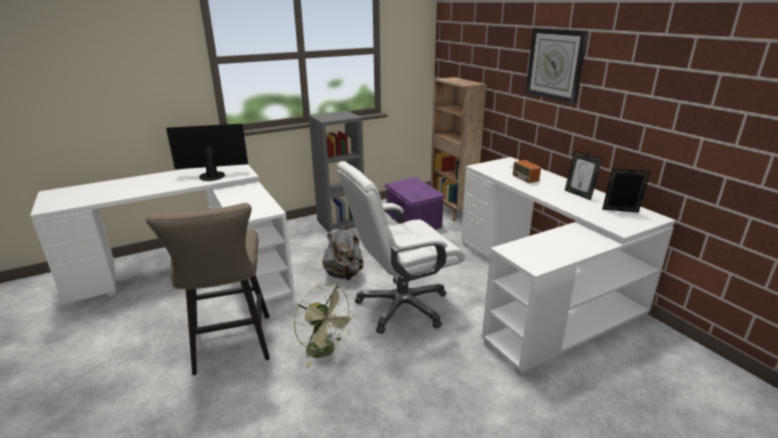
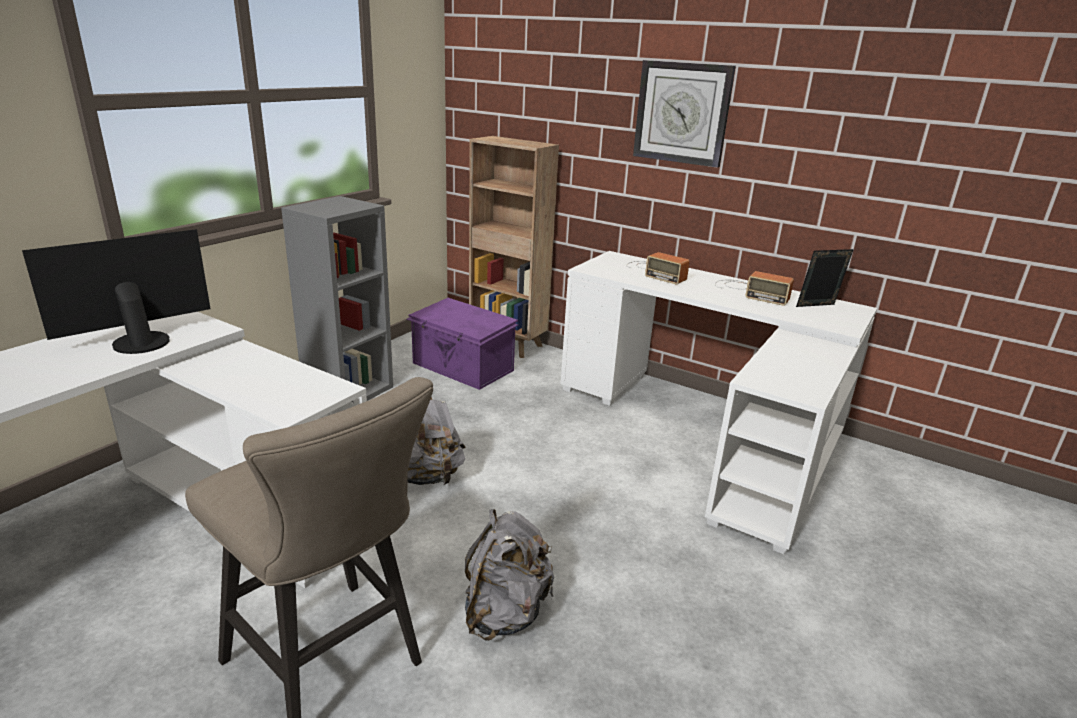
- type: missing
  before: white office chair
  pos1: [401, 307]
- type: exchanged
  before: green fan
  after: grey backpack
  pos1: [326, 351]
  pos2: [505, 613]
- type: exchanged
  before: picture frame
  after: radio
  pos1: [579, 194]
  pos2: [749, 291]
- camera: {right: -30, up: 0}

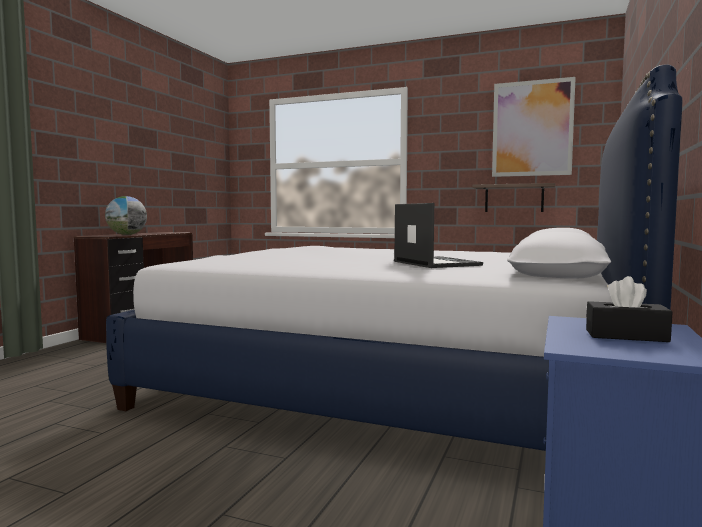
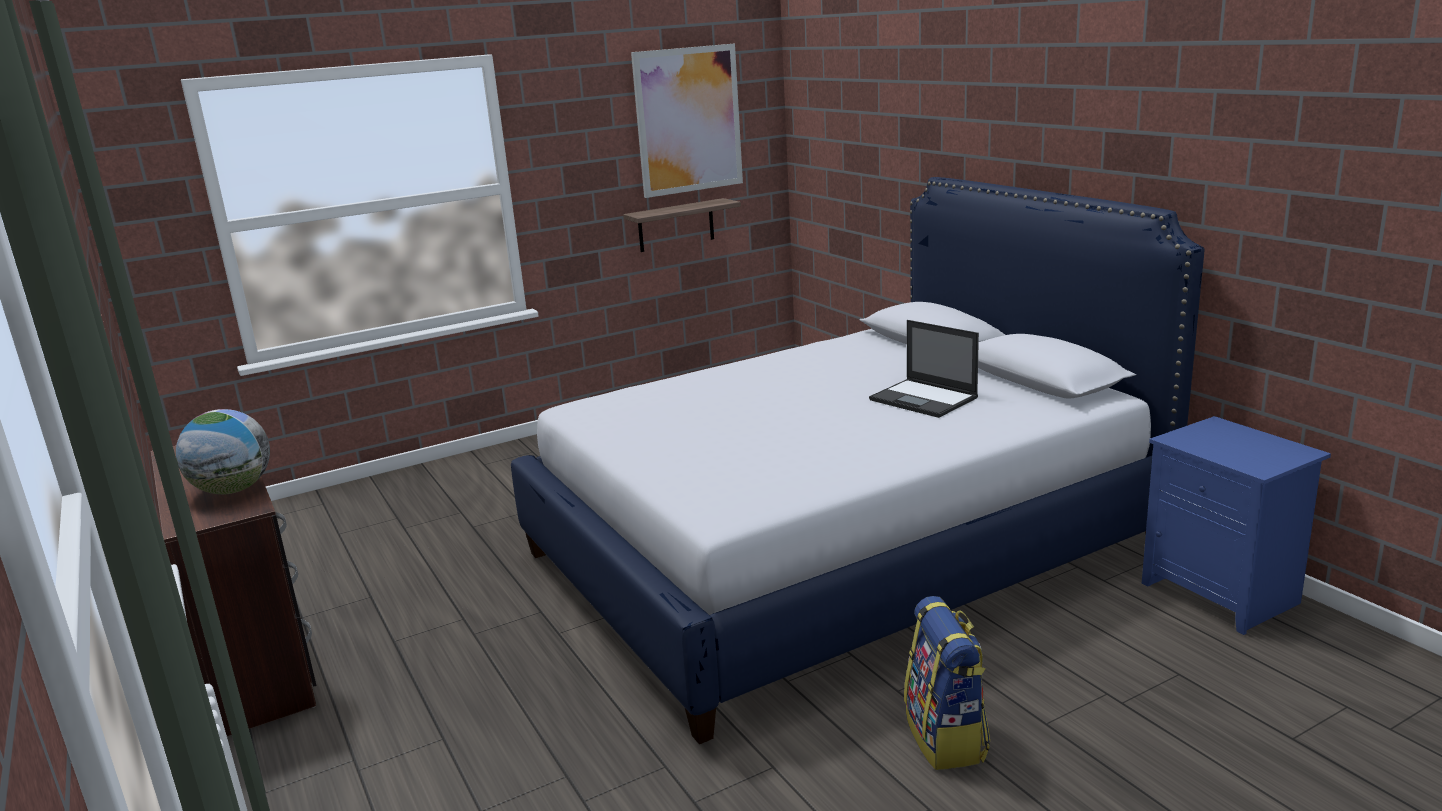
- type: missing
  before: black tissue box
  pos1: [626, 335]
- type: appeared
  after: backpack
  pos2: [947, 738]
- type: spun
  before: laptop
  pos1: [435, 263]
  pos2: [924, 399]
  turn: -150
- camera: {right: -50, up: 15}

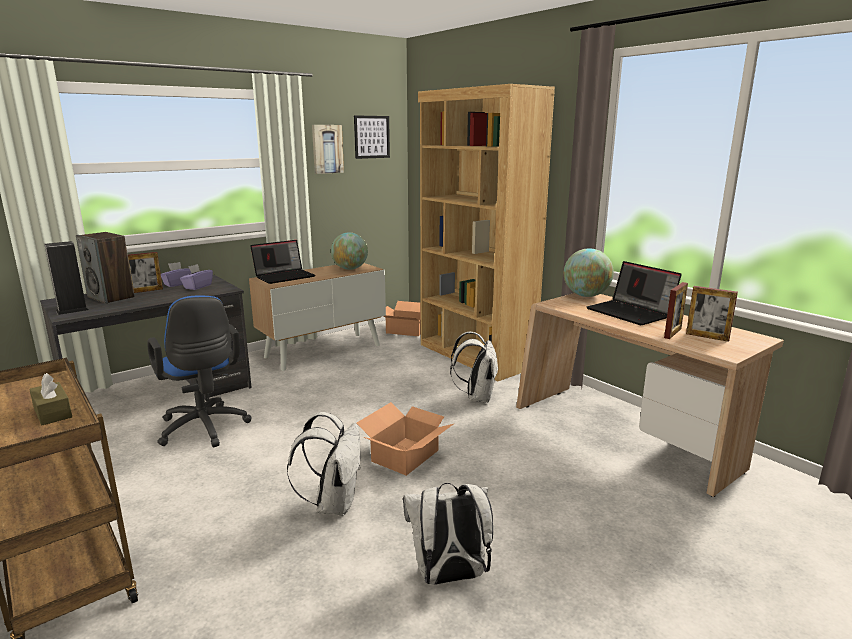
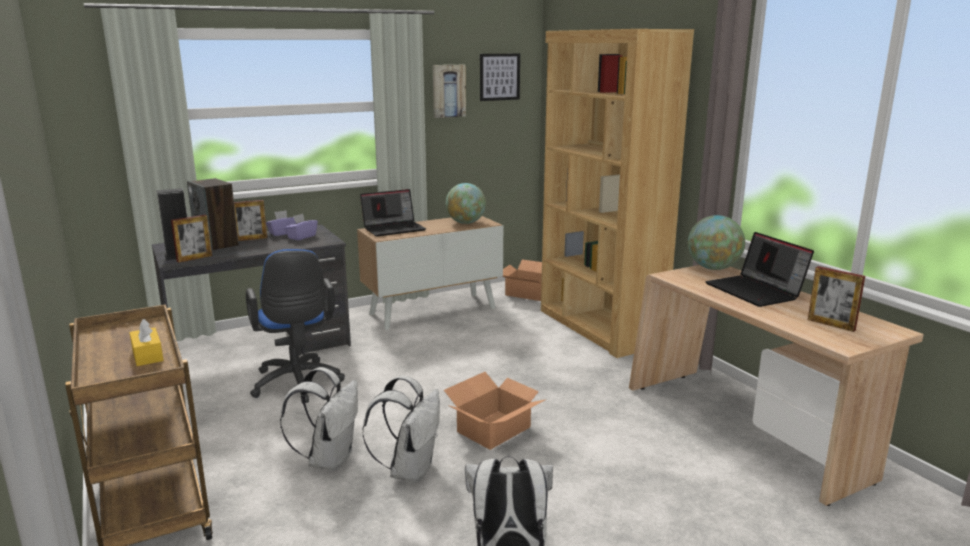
- type: relocated
  before: white backpack
  pos1: [476, 397]
  pos2: [329, 459]
- type: relocated
  before: picture frame
  pos1: [672, 333]
  pos2: [194, 258]
- type: colour
  before: brown tissue box
  after: yellow tissue box
  pos1: [52, 412]
  pos2: [147, 355]
- camera: {right: 10, up: 0}

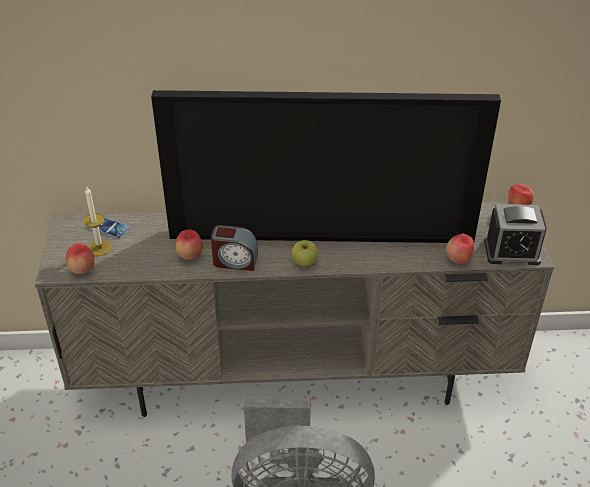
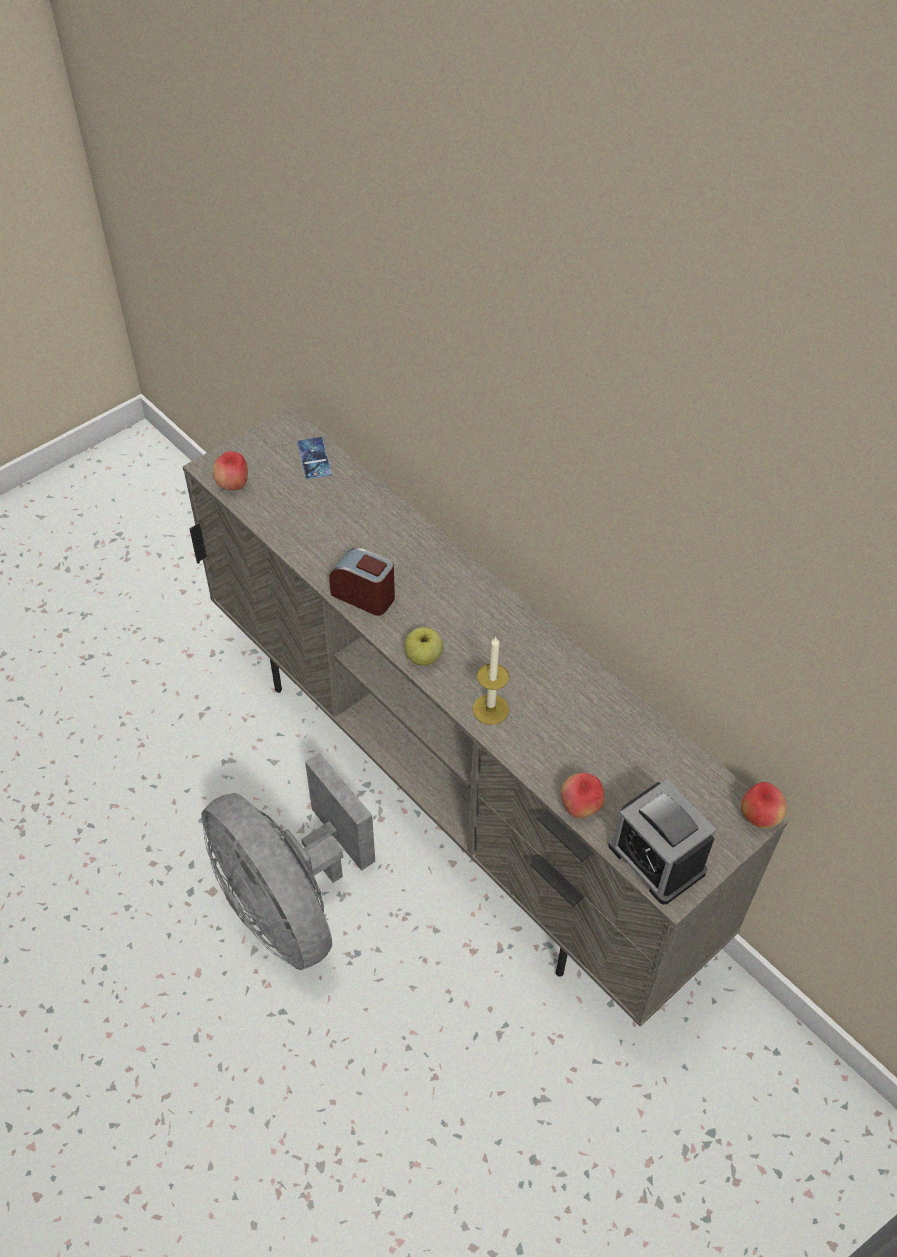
- type: missing
  before: television
  pos1: [322, 228]
- type: missing
  before: apple
  pos1: [190, 256]
- type: relocated
  before: candle
  pos1: [99, 247]
  pos2: [490, 709]
- type: spun
  before: alarm clock
  pos1: [235, 261]
  pos2: [364, 595]
  turn: 150
- camera: {right: 50, up: 10}

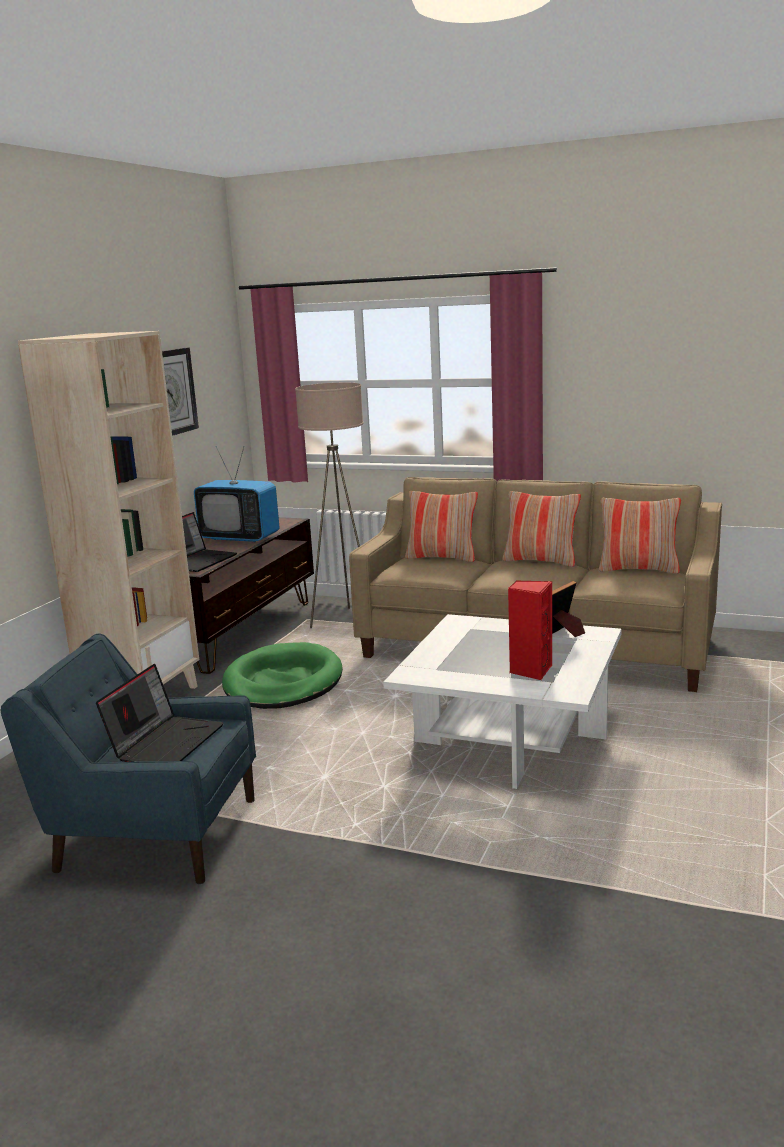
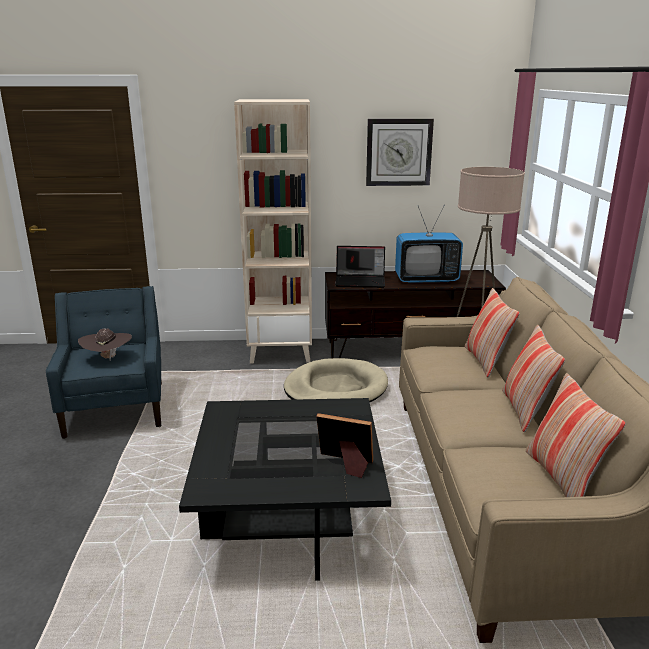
- type: missing
  before: red speaker
  pos1: [530, 670]
- type: exchanged
  before: laptop
  after: brown hat
  pos1: [166, 741]
  pos2: [108, 358]
- type: colour
  before: green dog bed
  after: beige dog bed
  pos1: [283, 682]
  pos2: [335, 388]
- type: colour
  before: white coffee table
  after: black coffee table
  pos1: [510, 740]
  pos2: [289, 518]
- type: spun
  before: television
  pos1: [240, 538]
  pos2: [426, 279]
  turn: -90
- camera: {right: 65, up: 5}

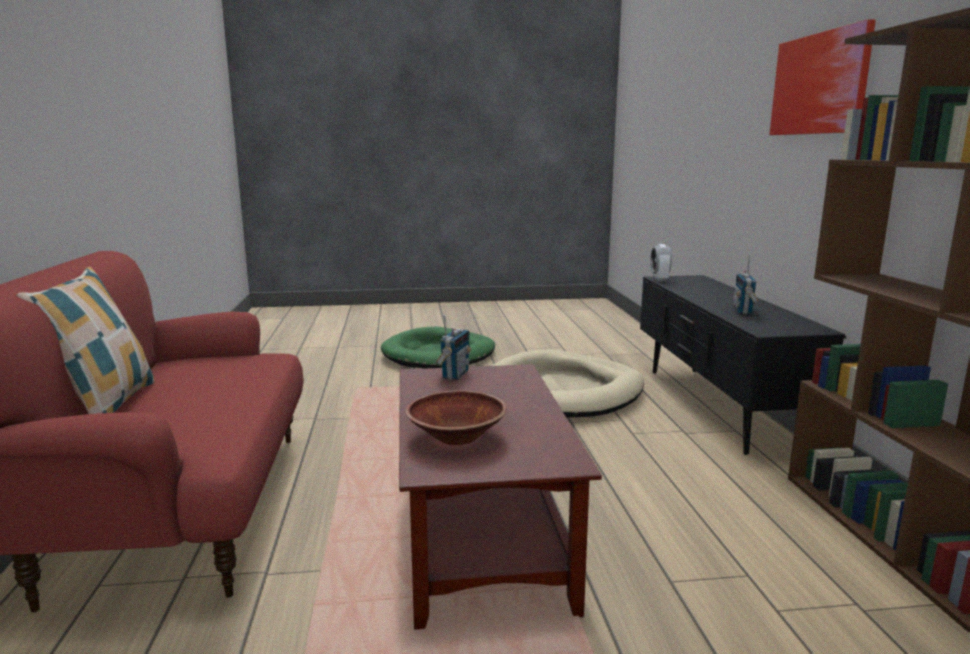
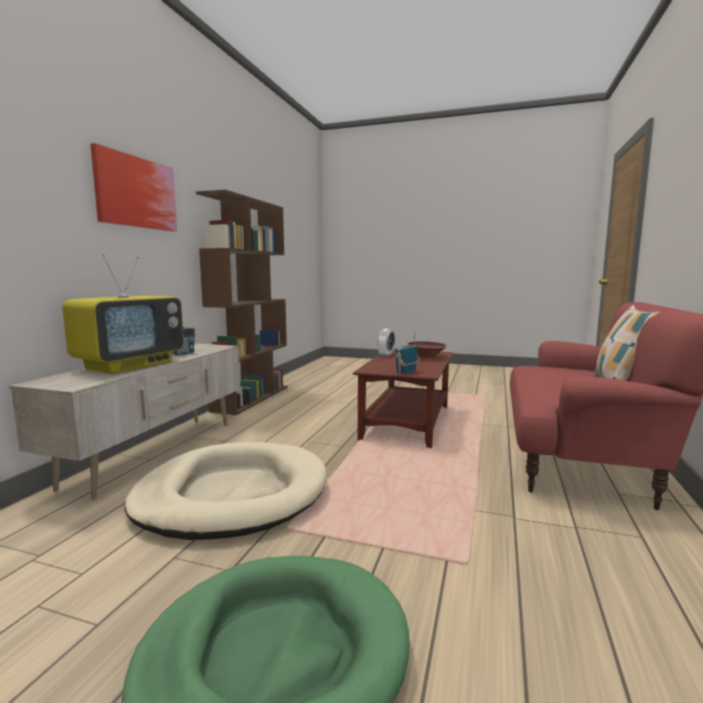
- type: appeared
  after: television
  pos2: [130, 365]
- type: relocated
  before: alarm clock
  pos1: [659, 279]
  pos2: [386, 355]
- type: colour
  before: black tv stand
  after: beige tv stand
  pos1: [714, 406]
  pos2: [156, 452]
- camera: {right: -155, up: -5}

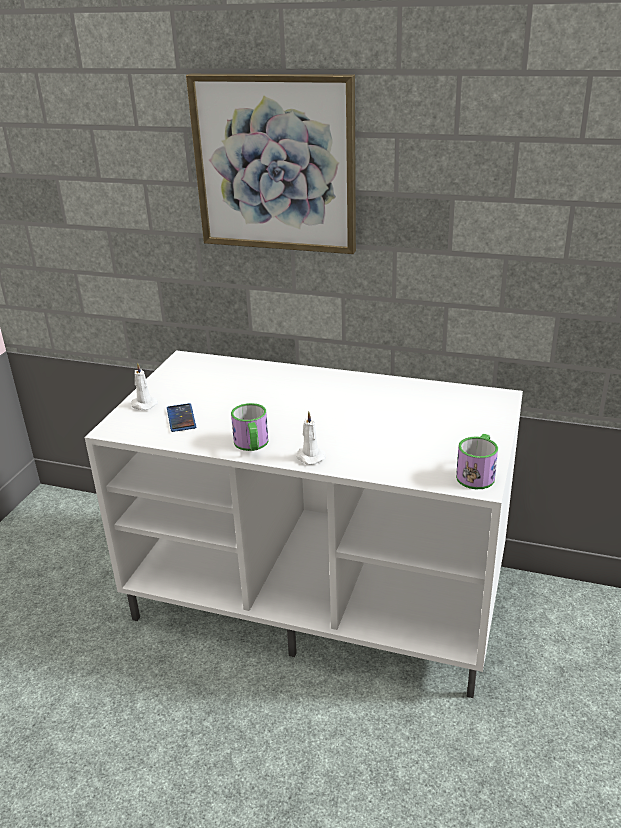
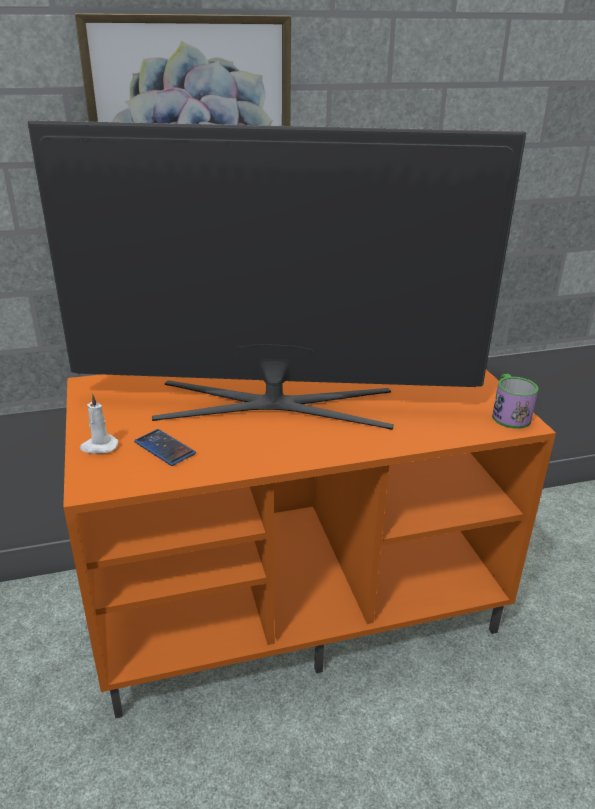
- type: missing
  before: mug
  pos1: [252, 445]
- type: missing
  before: white candle
  pos1: [309, 457]
- type: appeared
  after: television
  pos2: [275, 404]
- type: colour
  before: white tv stand
  after: orange tv stand
  pos1: [321, 596]
  pos2: [296, 599]
- camera: {right: -35, up: 0}

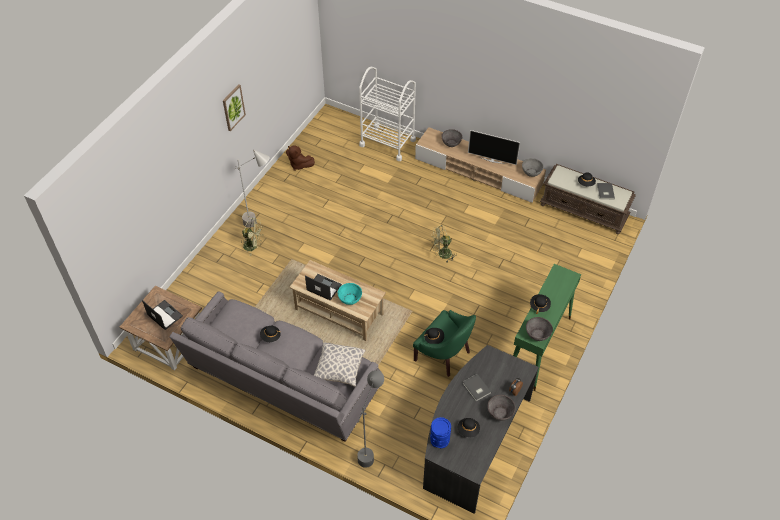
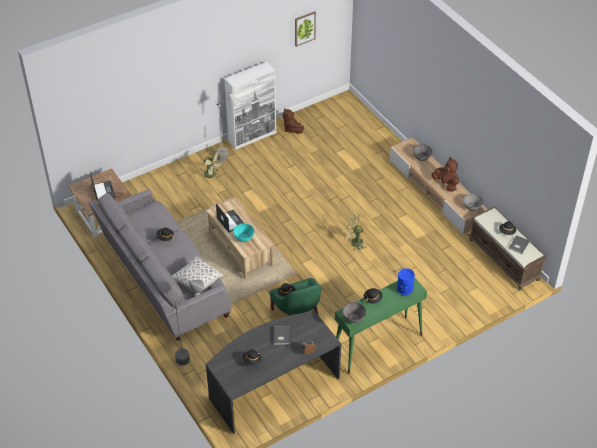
- type: missing
  before: white cart
  pos1: [387, 142]
- type: missing
  before: grey bowl
  pos1: [500, 412]
- type: appeared
  after: white cabinet
  pos2: [252, 137]
- type: relocated
  before: picture
  pos1: [233, 107]
  pos2: [304, 28]
- type: relocated
  before: blue vase
  pos1: [440, 439]
  pos2: [405, 289]
- type: exchanged
  before: television
  after: brown plush toy
  pos1: [492, 160]
  pos2: [446, 184]
- camera: {right: 30, up: -5}

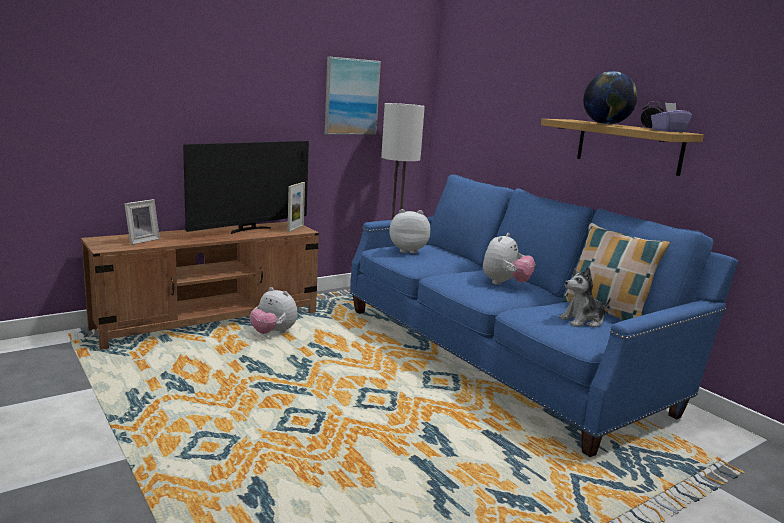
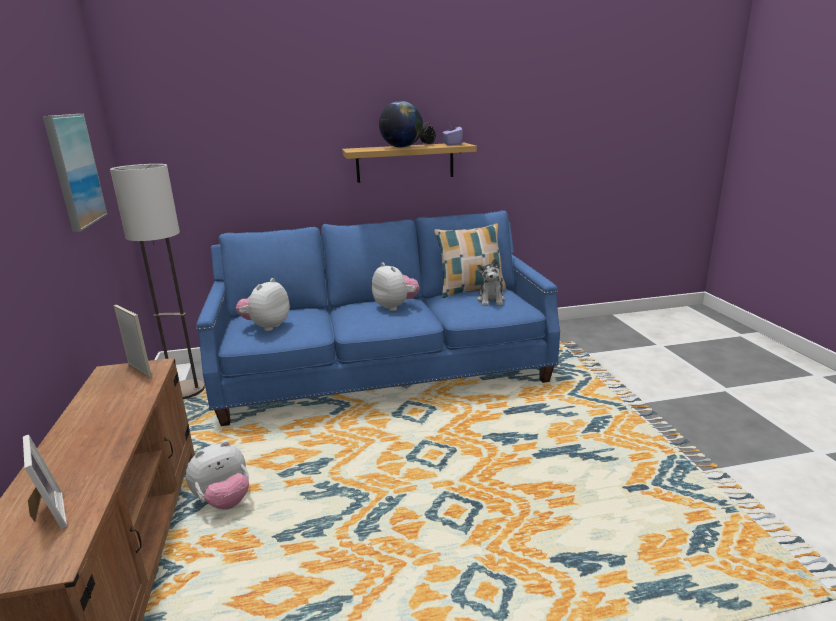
- type: missing
  before: television
  pos1: [249, 229]
- camera: {right: -65, up: 5}

